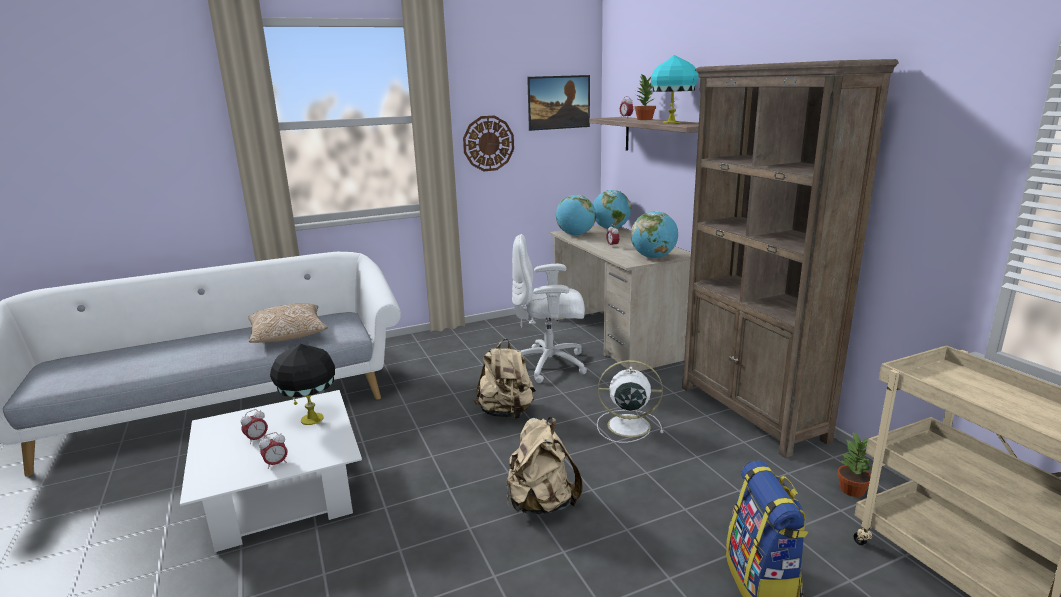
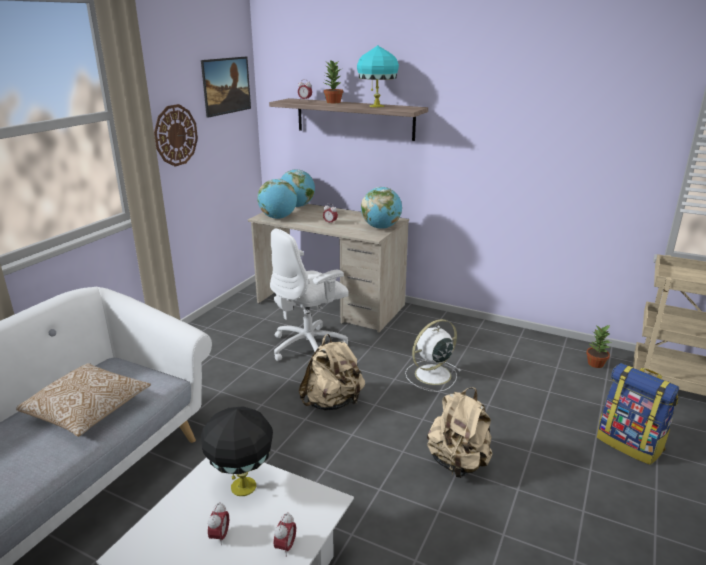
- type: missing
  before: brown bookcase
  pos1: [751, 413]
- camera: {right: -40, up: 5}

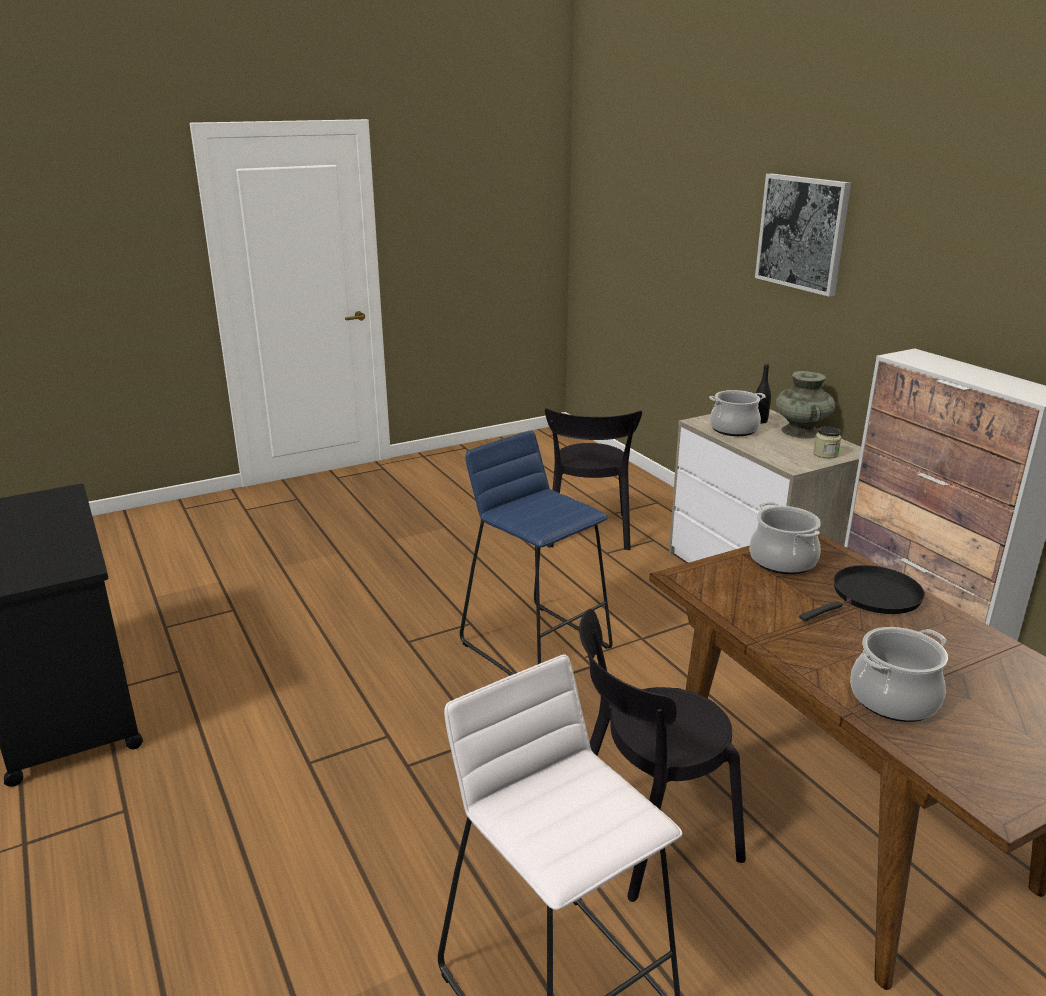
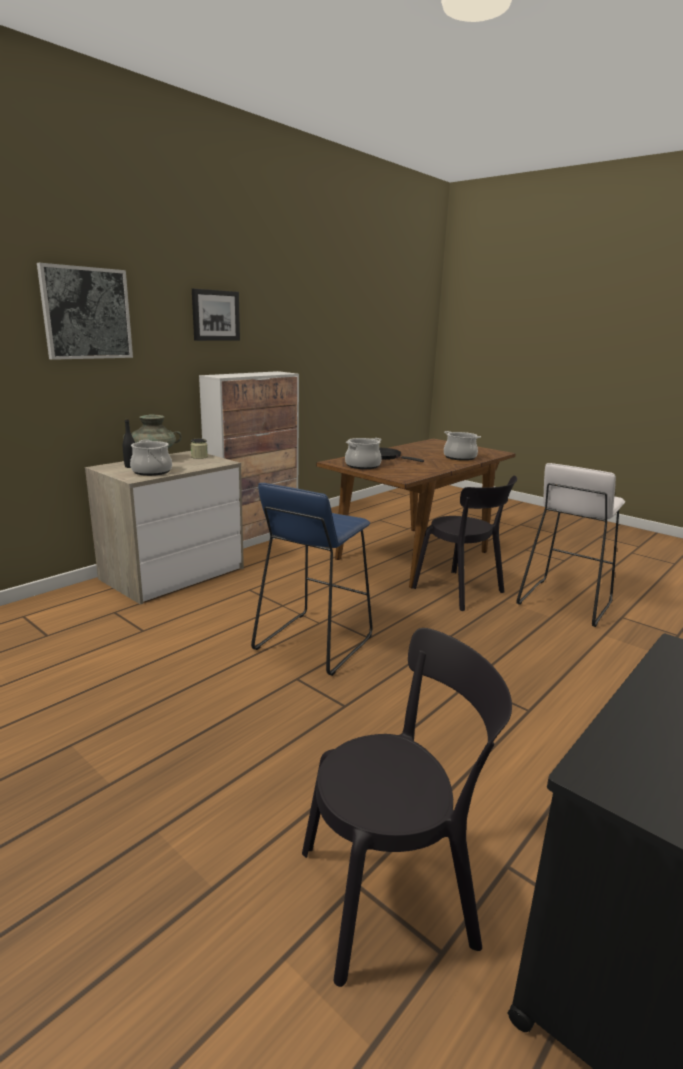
- type: appeared
  after: picture
  pos2: [215, 315]
- type: relocated
  before: black chair
  pos1: [588, 533]
  pos2: [394, 894]
- camera: {right: -110, up: -5}

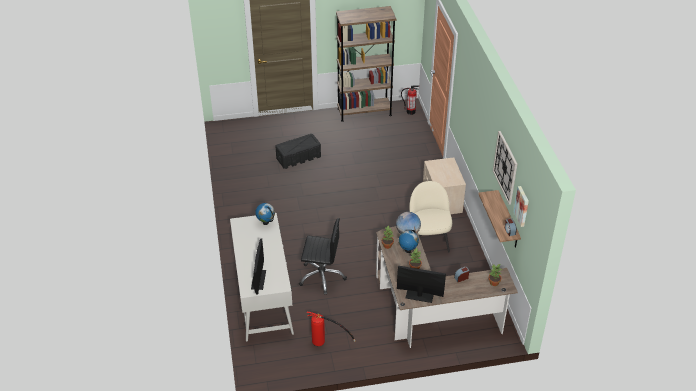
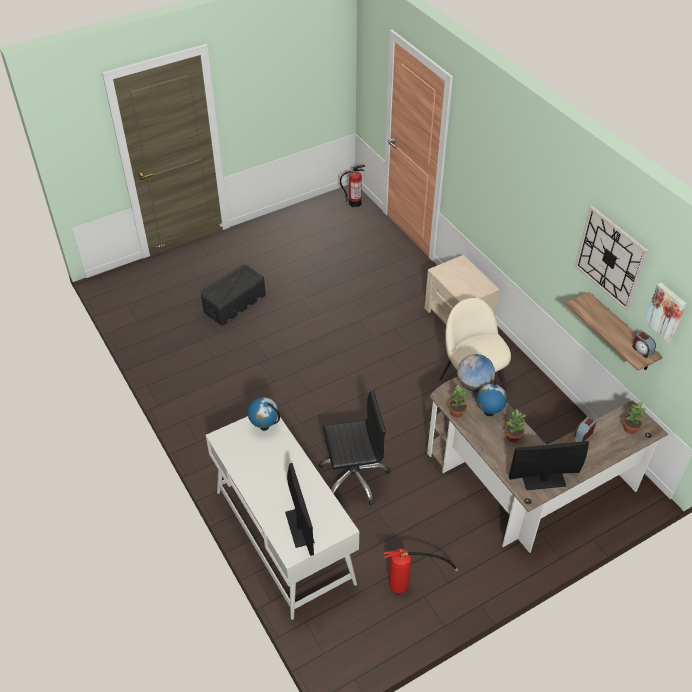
- type: missing
  before: brown bookcase
  pos1: [364, 112]
- camera: {right: -20, up: 5}

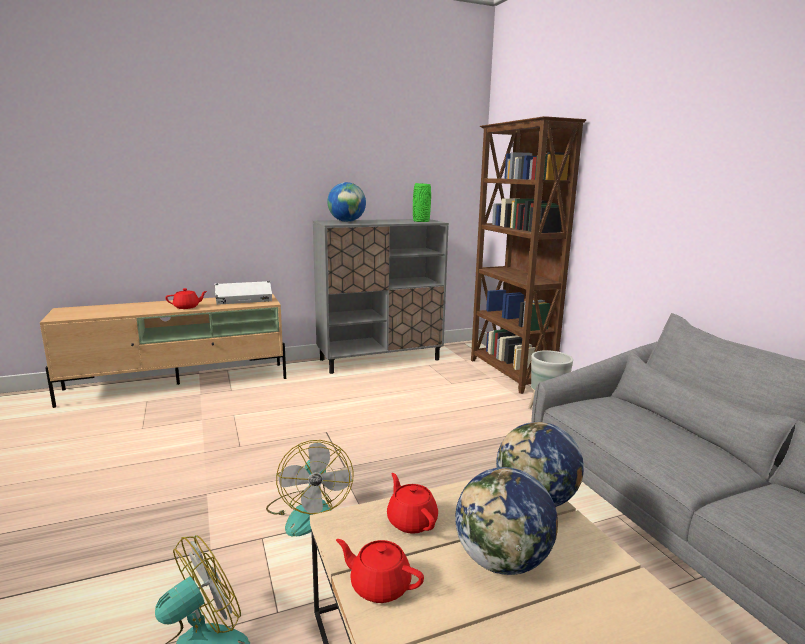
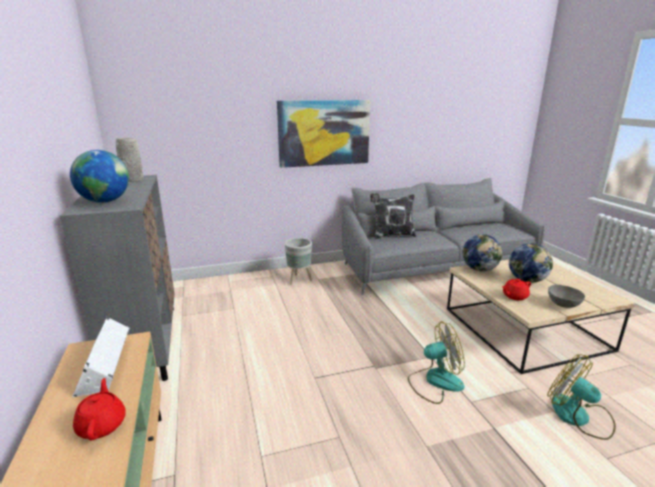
- type: missing
  before: brown bookcase
  pos1: [509, 374]
- type: appeared
  after: picture
  pos2: [324, 133]
- type: appeared
  after: pillow
  pos2: [392, 235]
- type: exchanged
  before: red teapot
  after: grey bowl
  pos1: [379, 585]
  pos2: [563, 305]
- type: colour
  before: green vase
  after: grey vase
  pos1: [421, 221]
  pos2: [133, 180]
- camera: {right: -85, up: 5}

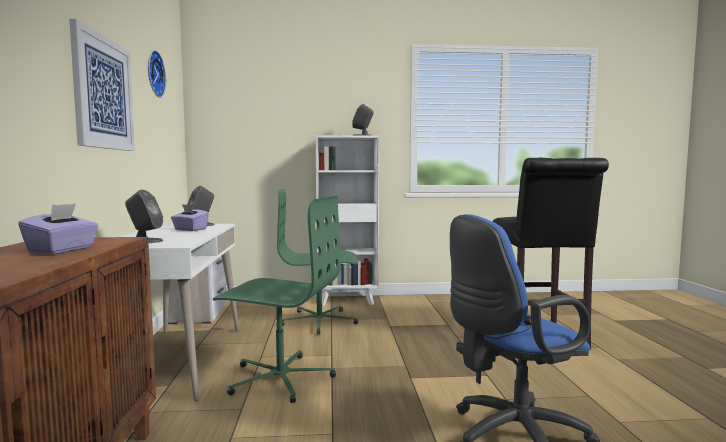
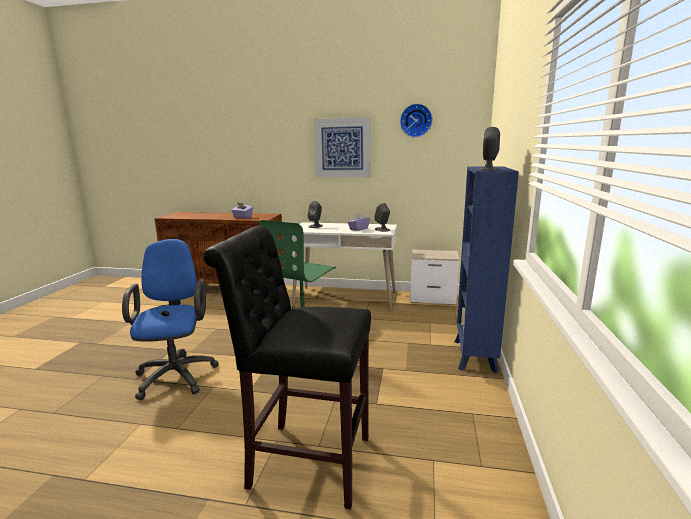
- type: missing
  before: green office chair
  pos1: [319, 321]
- type: colour
  before: white bookcase
  after: blue bookcase
  pos1: [348, 301]
  pos2: [474, 356]
- camera: {right: 105, up: 10}

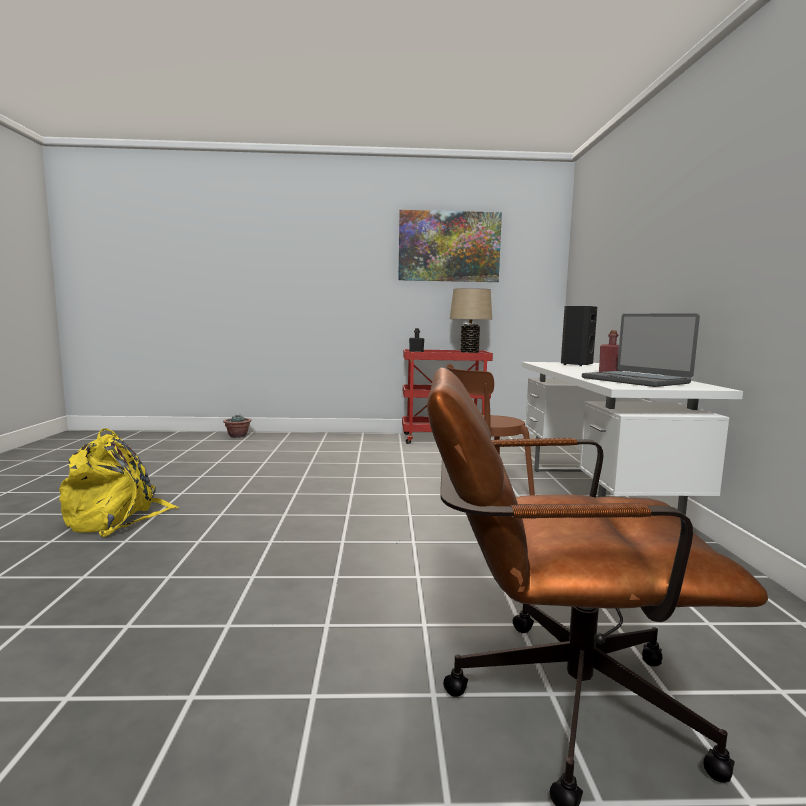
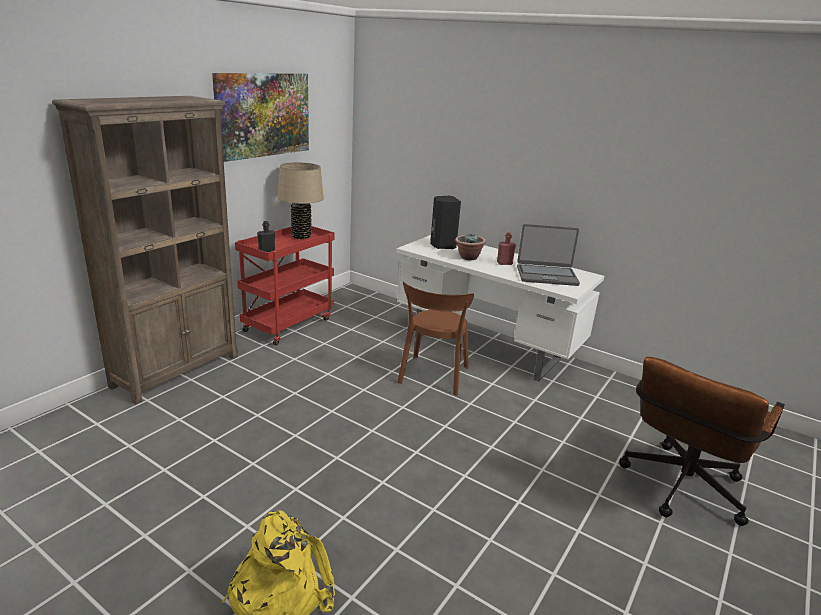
- type: appeared
  after: brown bookcase
  pos2: [177, 370]
- type: relocated
  before: potted plant
  pos1: [237, 436]
  pos2: [468, 257]
- camera: {right: -55, up: 15}

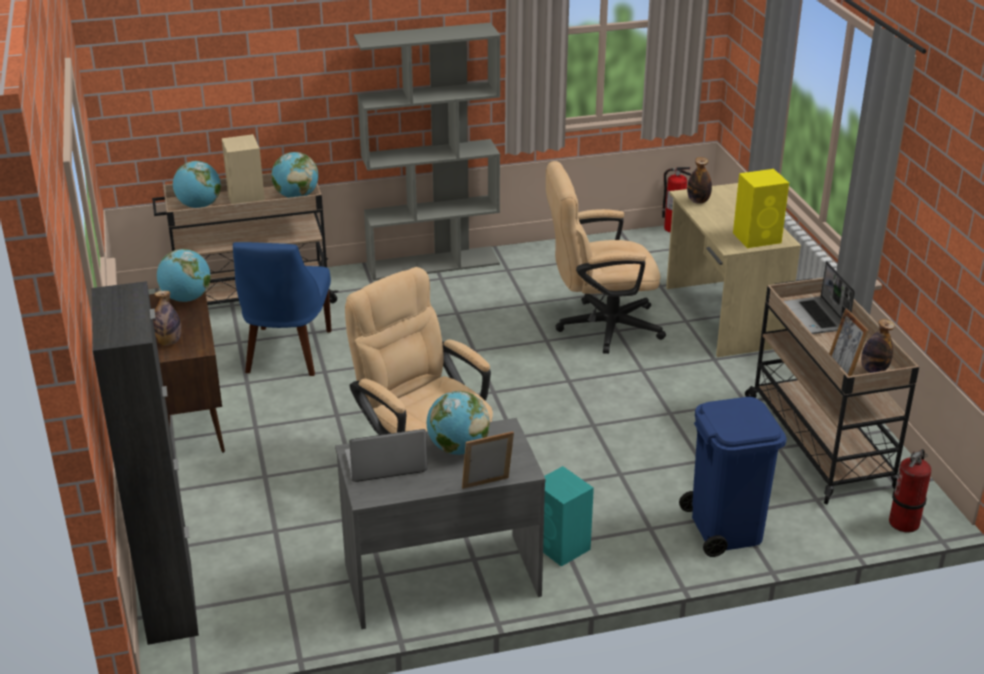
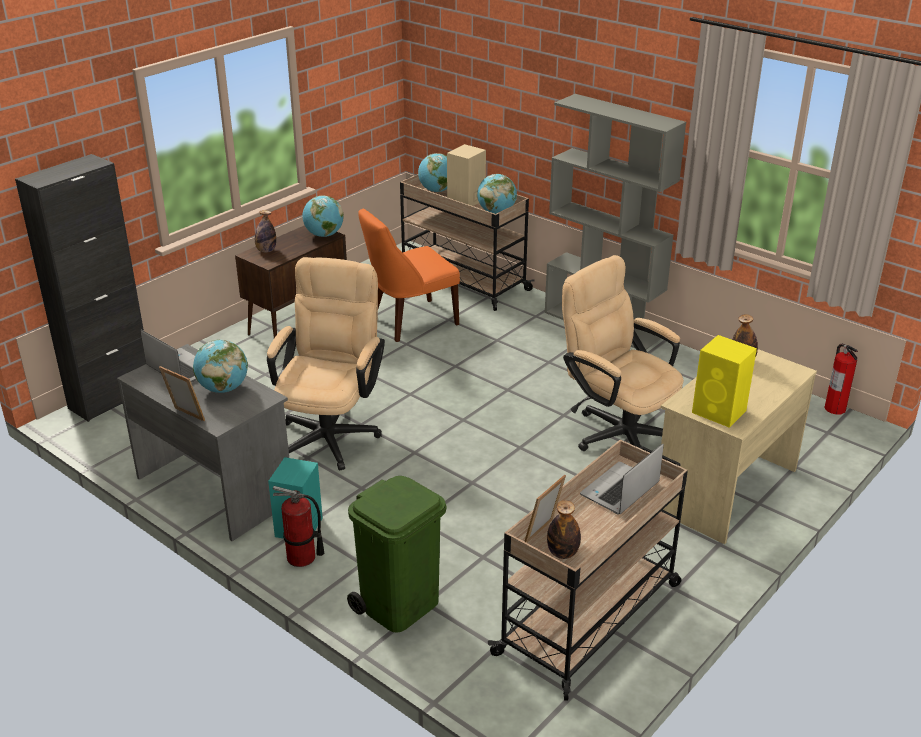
- type: relocated
  before: fire extinguisher
  pos1: [904, 522]
  pos2: [301, 558]
- type: colour
  before: blue chair
  after: orange chair
  pos1: [286, 354]
  pos2: [410, 322]
- type: colour
  before: blue trash can
  after: green trash can
  pos1: [725, 528]
  pos2: [400, 605]
- camera: {right: 55, up: 0}

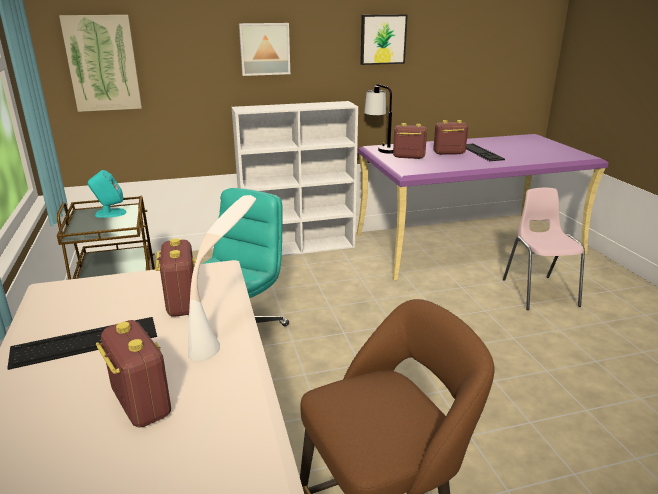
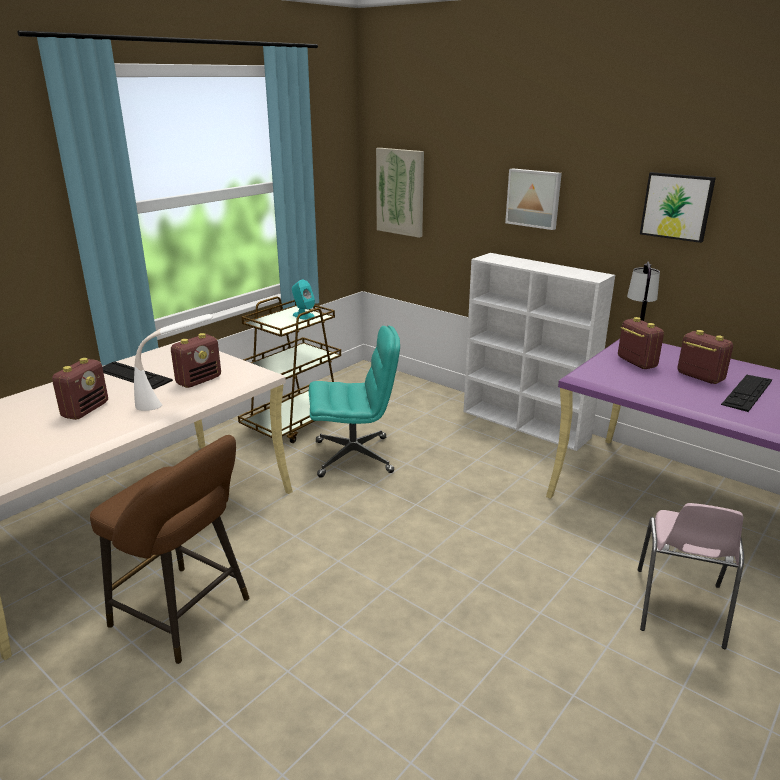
- type: spun
  before: pink chair
  pos1: [539, 292]
  pos2: [679, 608]
  turn: 150
- camera: {right: 55, up: 0}

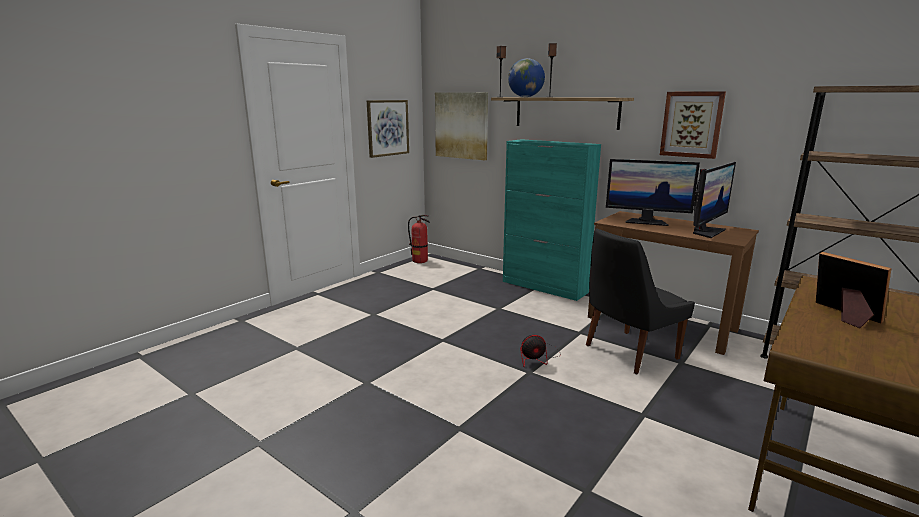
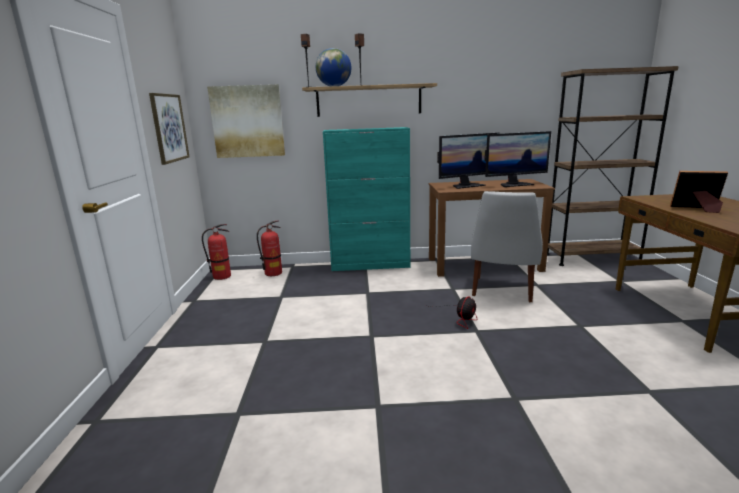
- type: missing
  before: picture
  pos1: [691, 124]
- type: appeared
  after: fire extinguisher
  pos2: [273, 273]
- type: colour
  before: black chair
  after: white chair
  pos1: [628, 352]
  pos2: [502, 290]
- type: spun
  before: monitor
  pos1: [706, 232]
  pos2: [514, 184]
  turn: 75
- camera: {right: -40, up: 0}

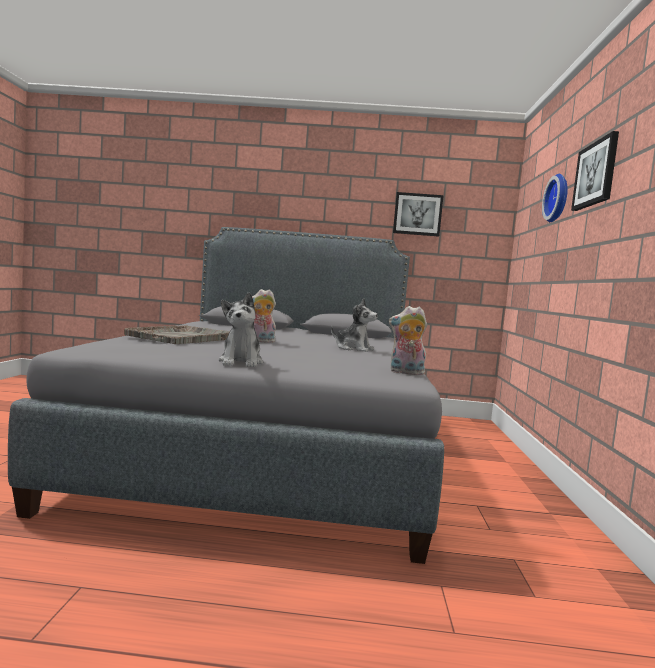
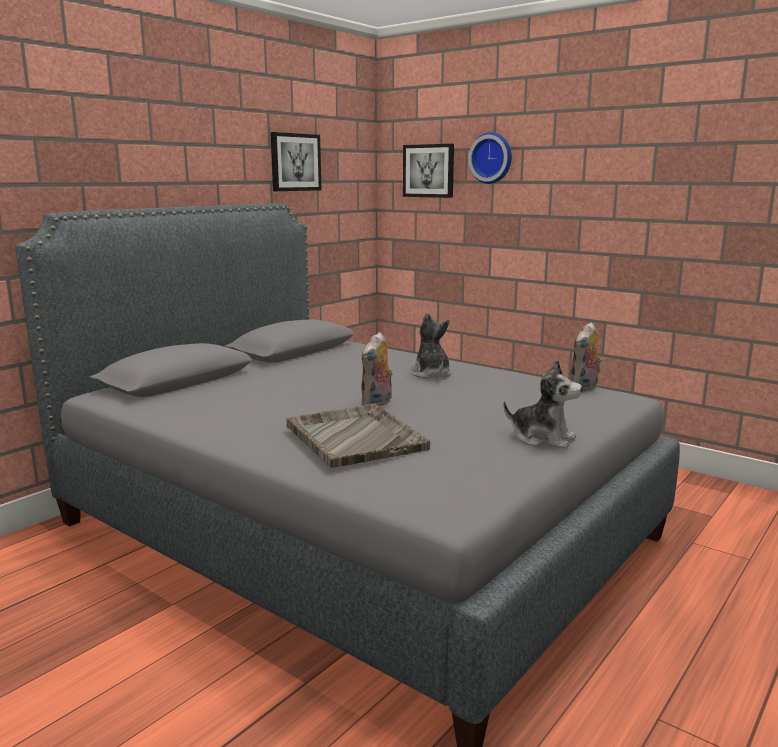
- type: relocated
  before: picture
  pos1: [596, 174]
  pos2: [429, 171]
- type: spun
  before: plush toy
  pos1: [353, 349]
  pos2: [431, 374]
  turn: -75
- camera: {right: -55, up: 10}

